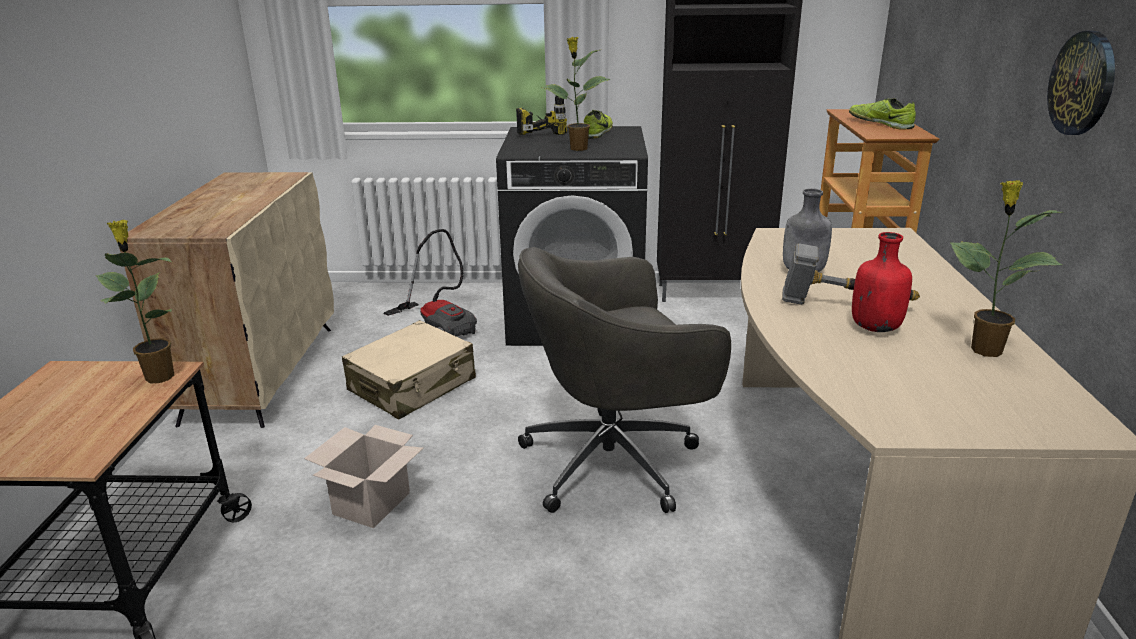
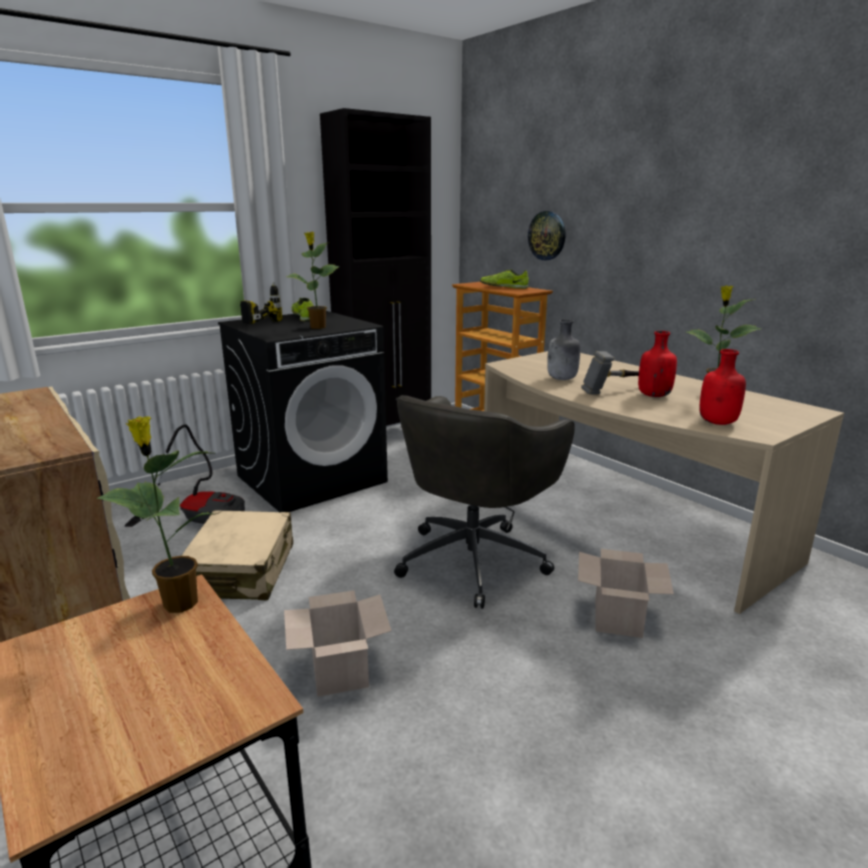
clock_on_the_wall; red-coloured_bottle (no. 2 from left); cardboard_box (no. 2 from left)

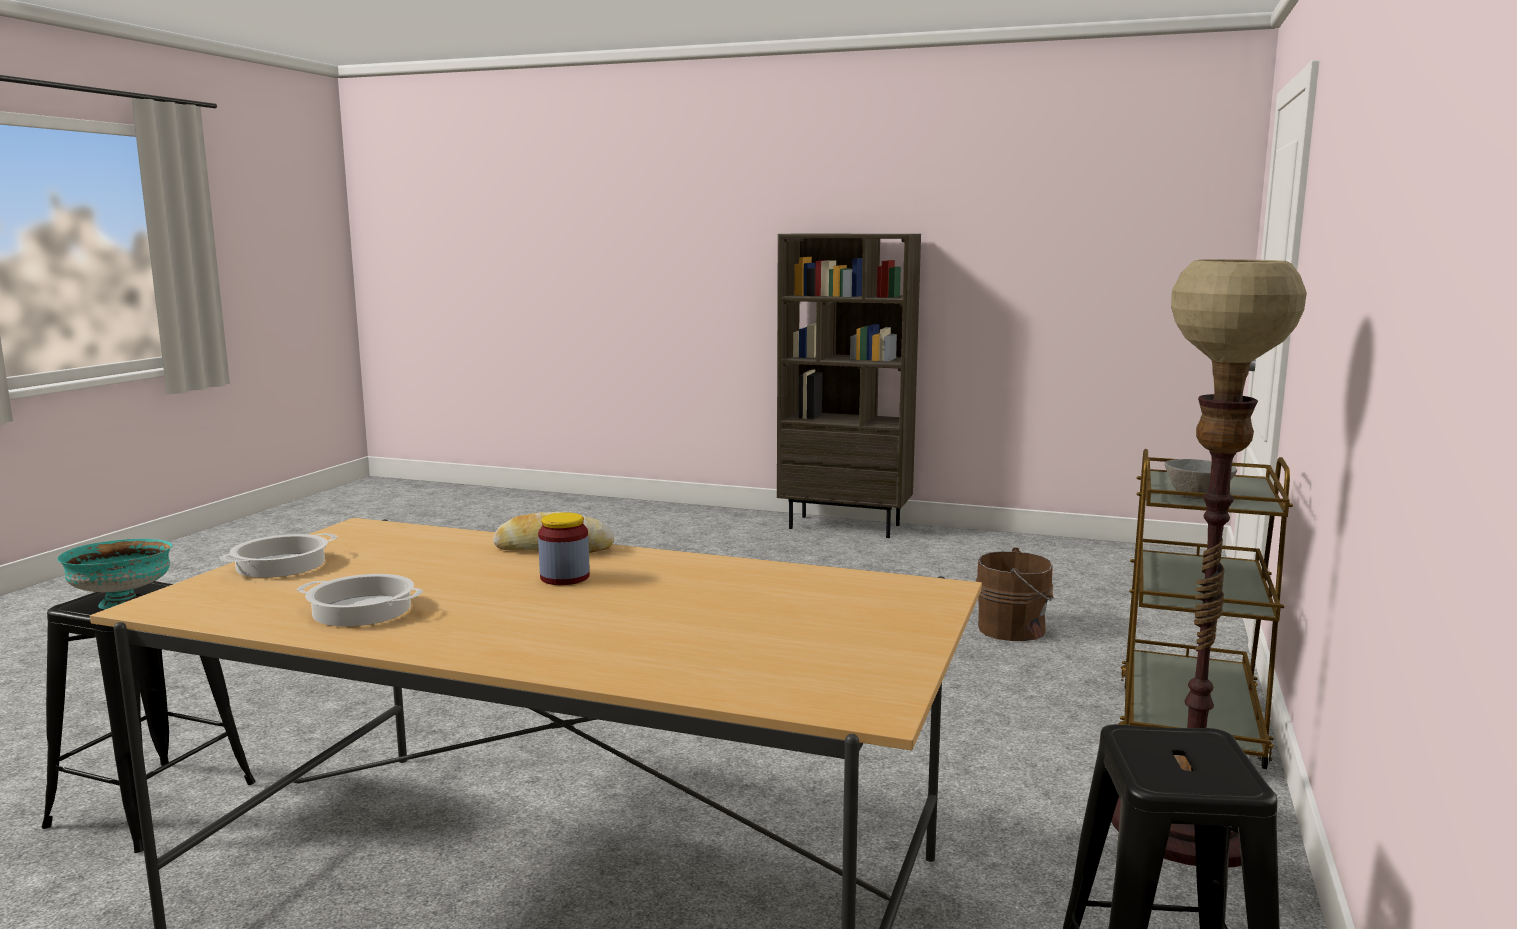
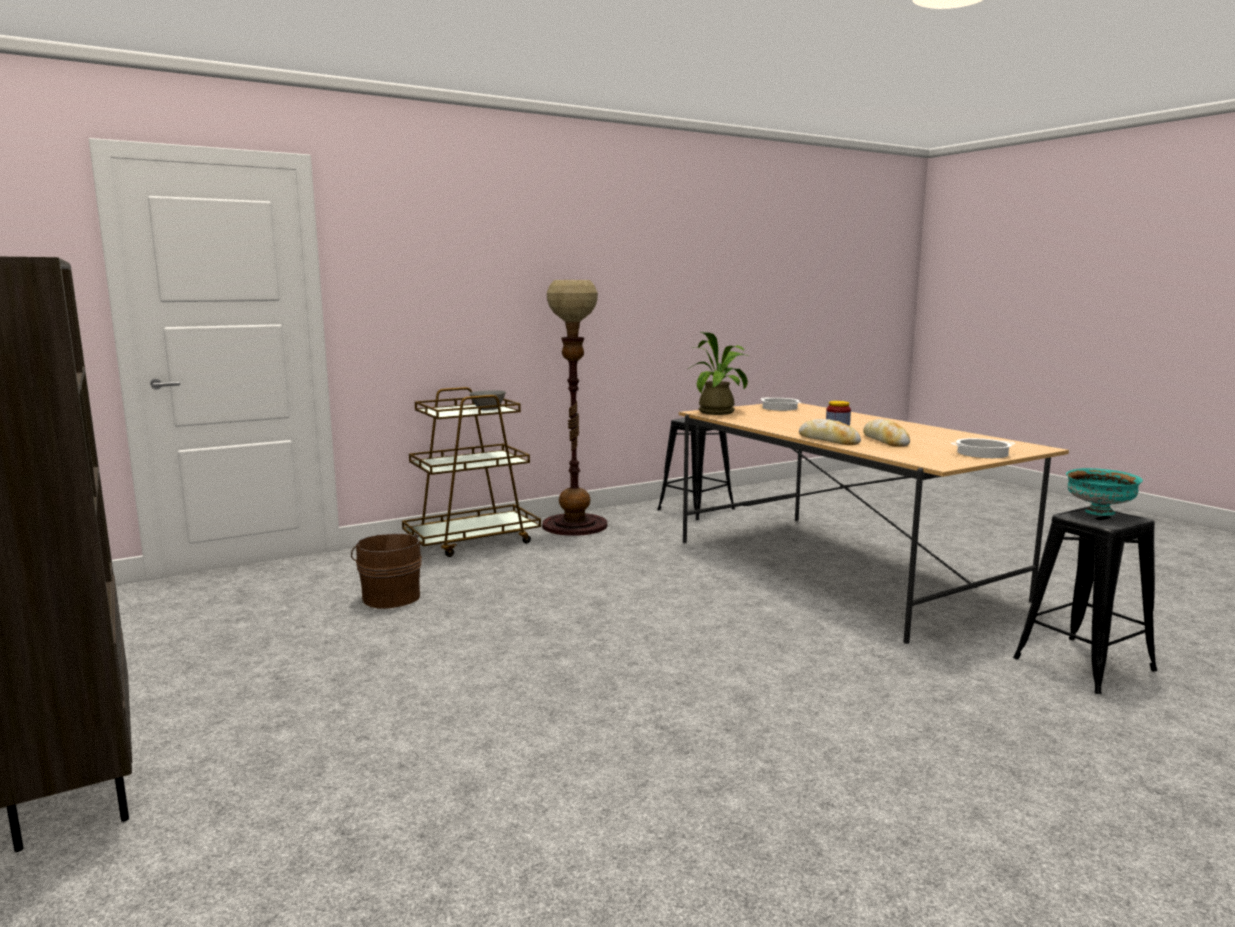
stockpot (no. 1 from left); houseplant; bread (no. 2 from left)

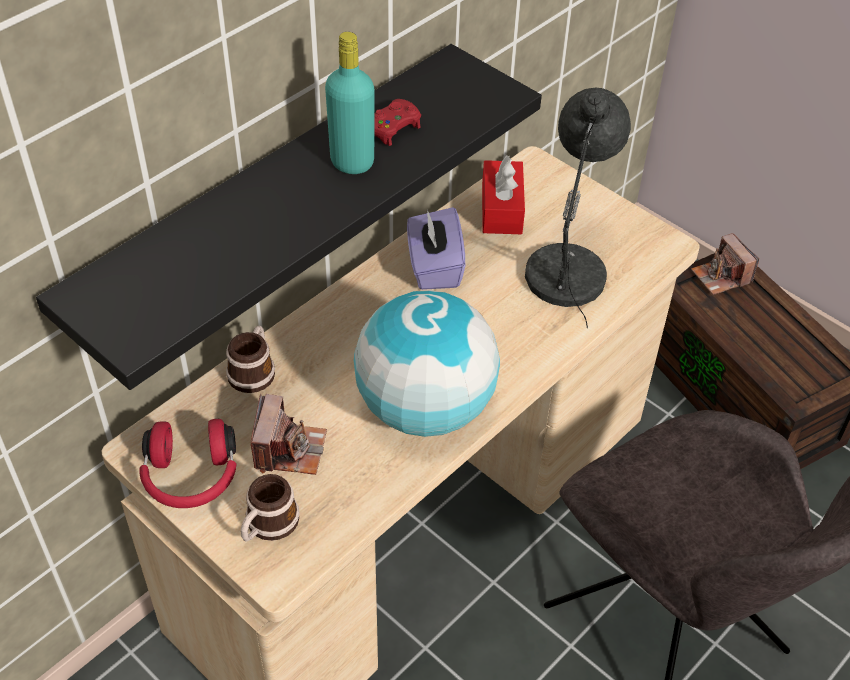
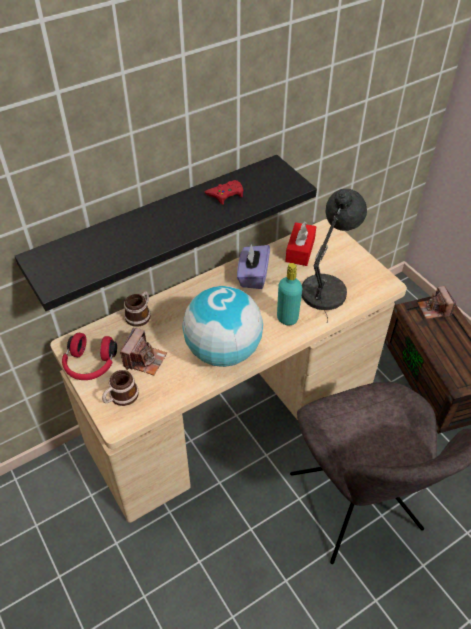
turquoise-coloured_bottle

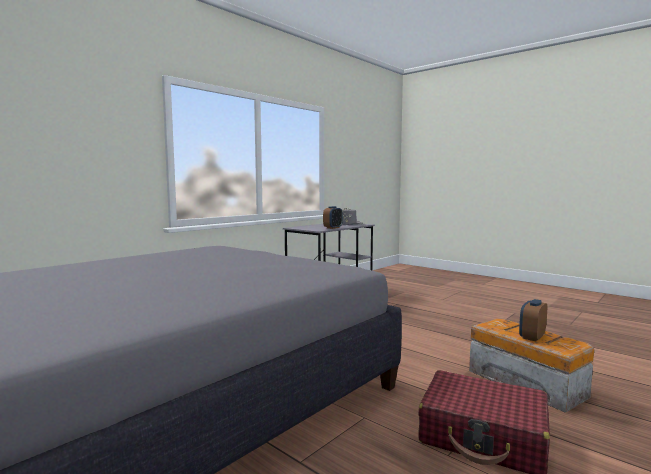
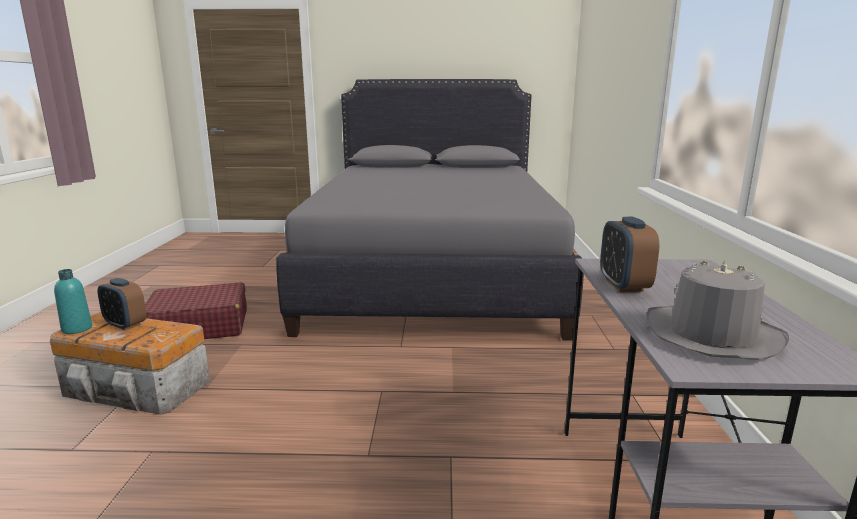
alarm_clock (no. 1 from left); turquoise-coloured_bottle

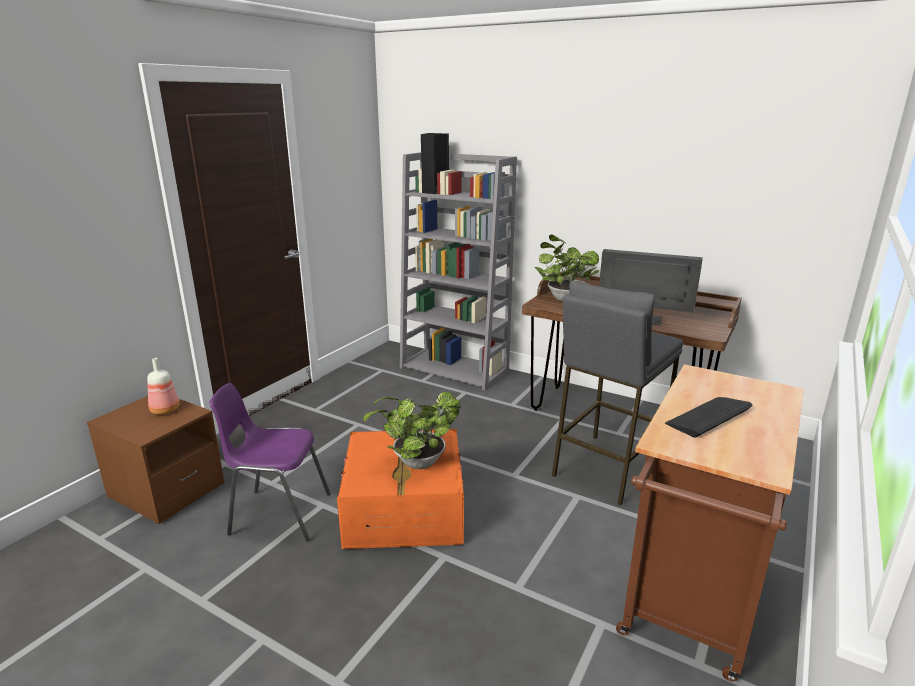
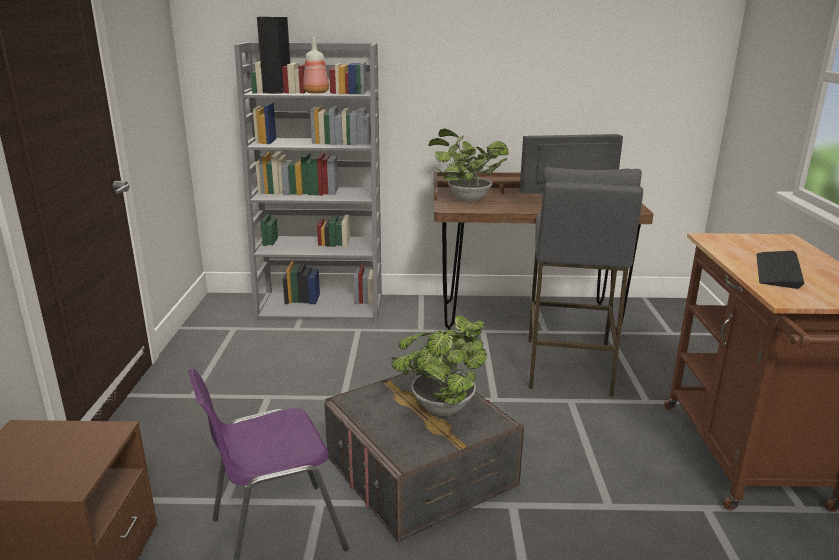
bottle; grey_storage_box

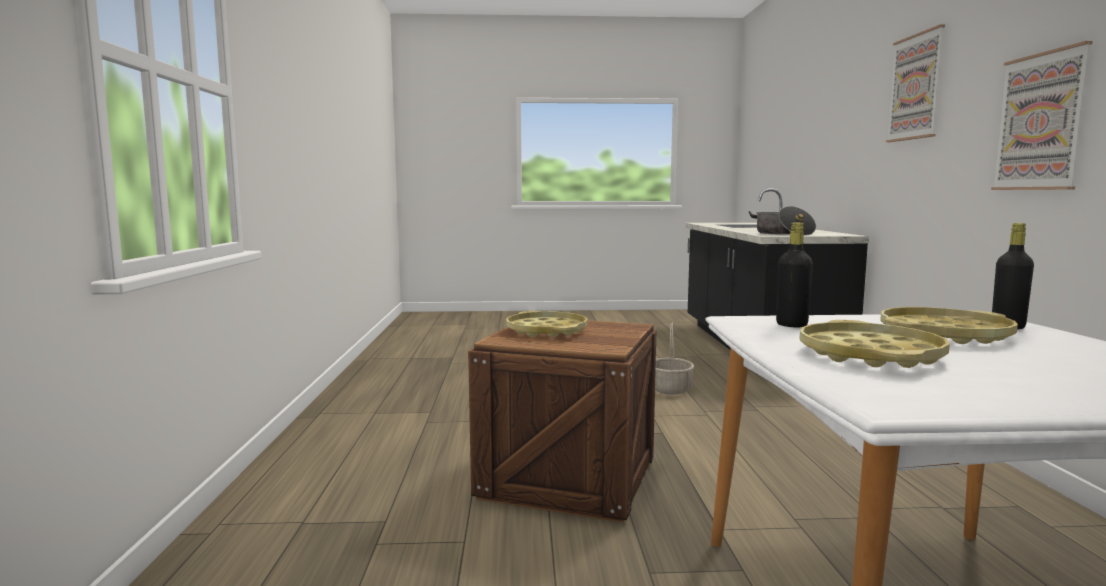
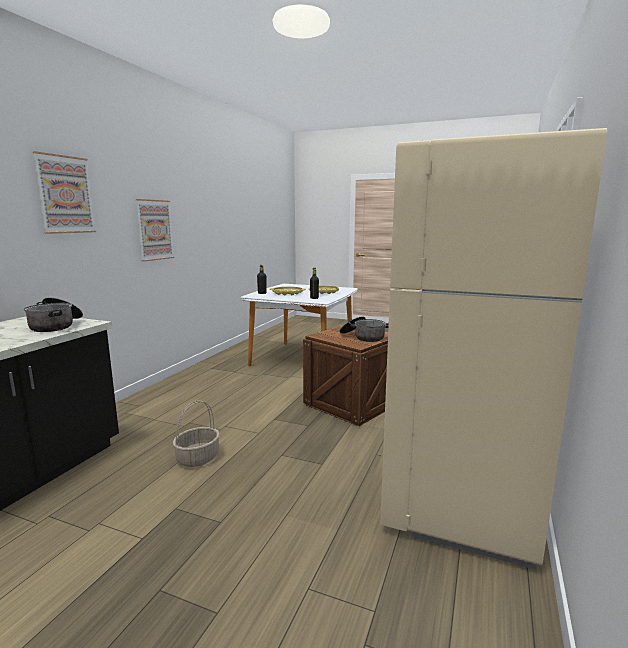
stockpot (no. 2 from left); sand-coloured_fridge

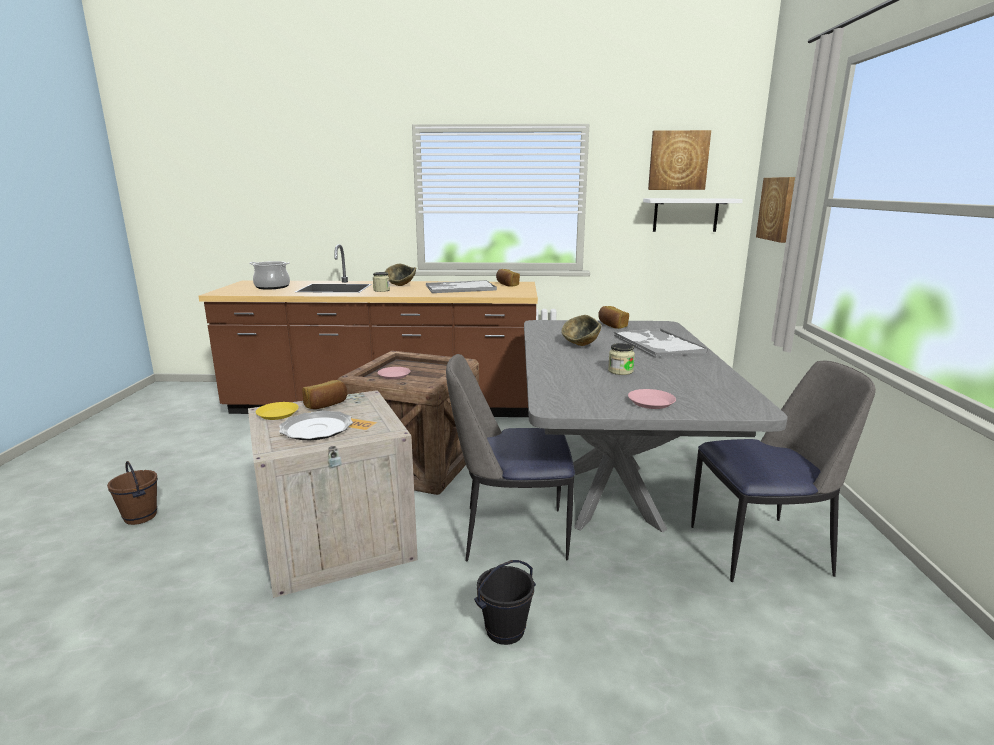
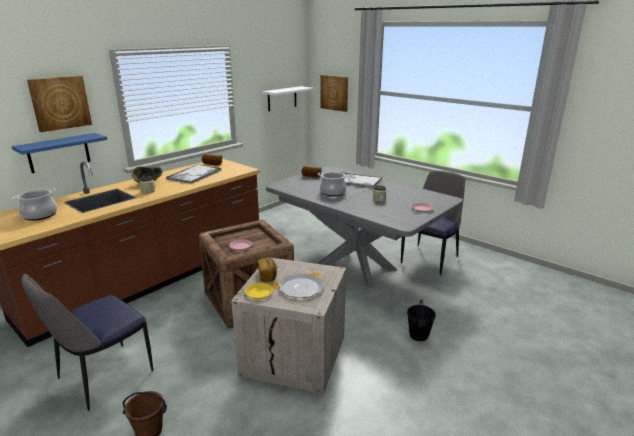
wall_art (no. 1 from left); stockpot (no. 2 from left); upright_chair (no. 1 from left); blue-coloured_shelf

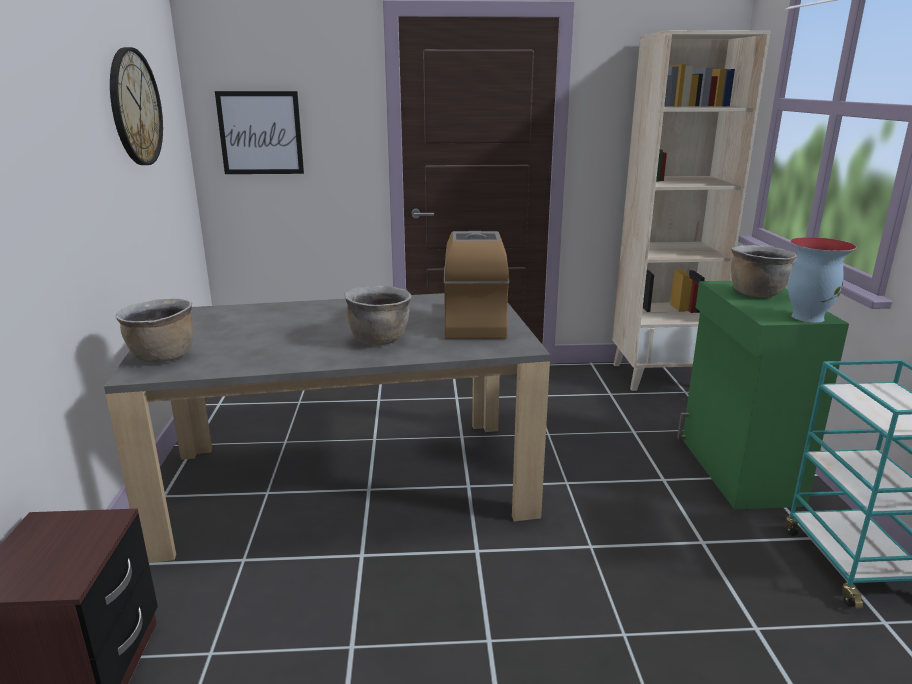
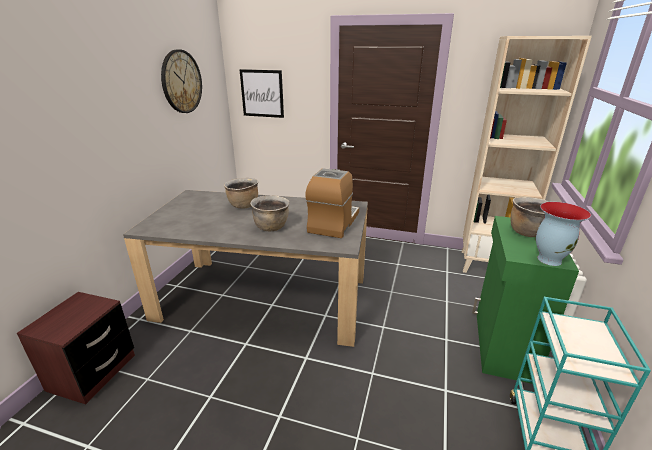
brown-coloured_stockpot (no. 1 from left)

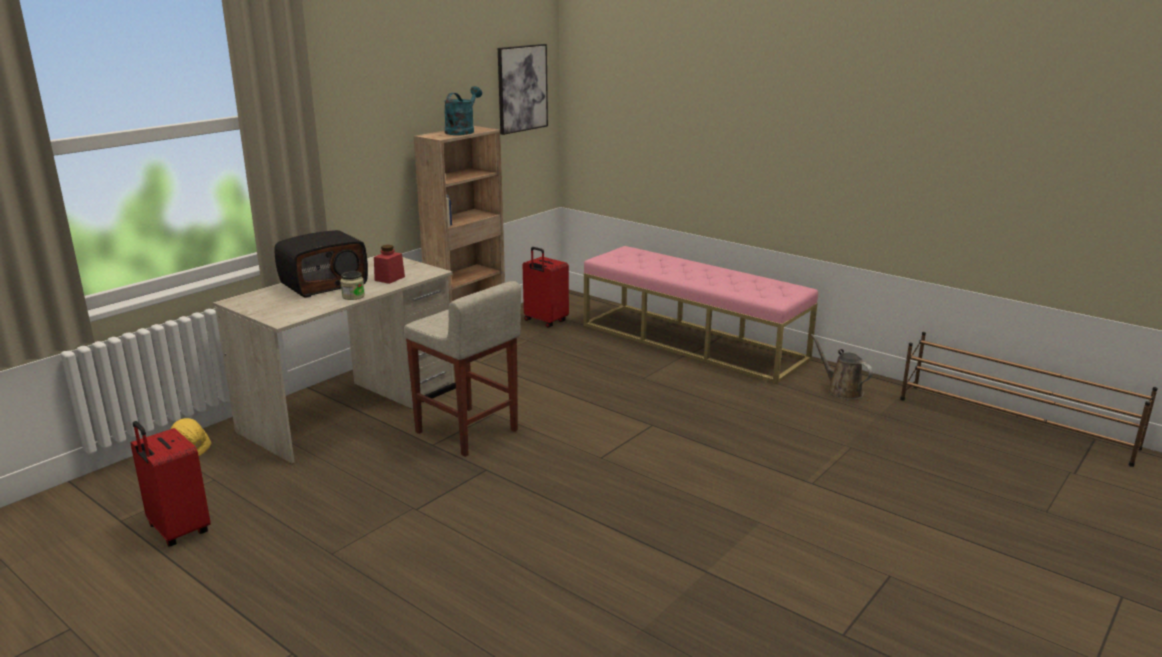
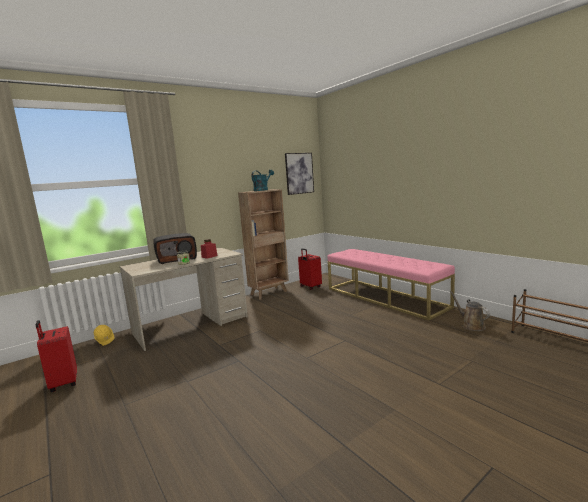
sand-coloured_stool

